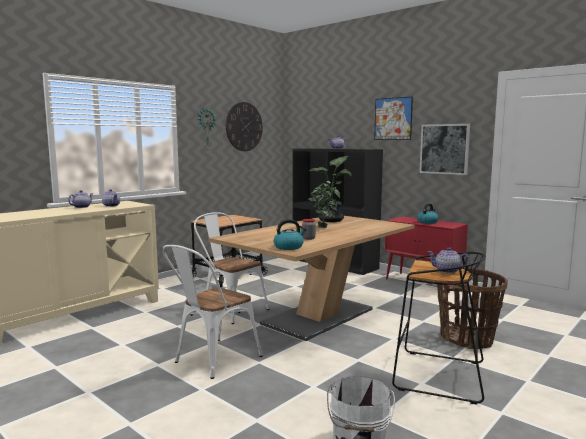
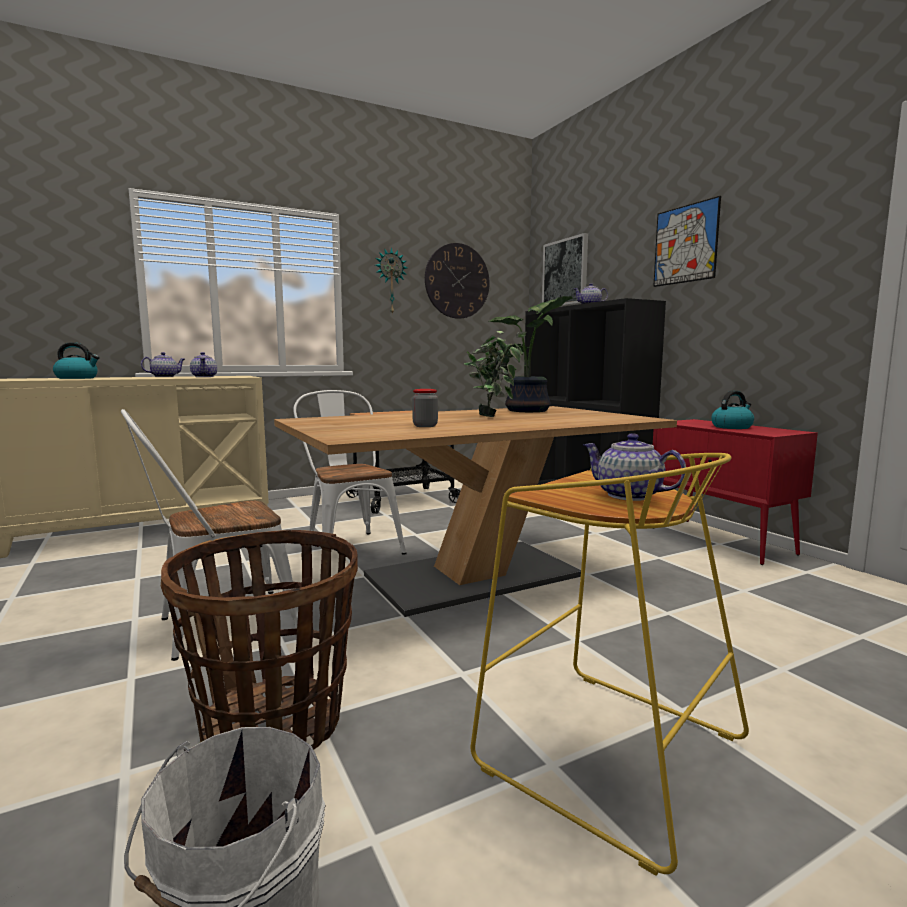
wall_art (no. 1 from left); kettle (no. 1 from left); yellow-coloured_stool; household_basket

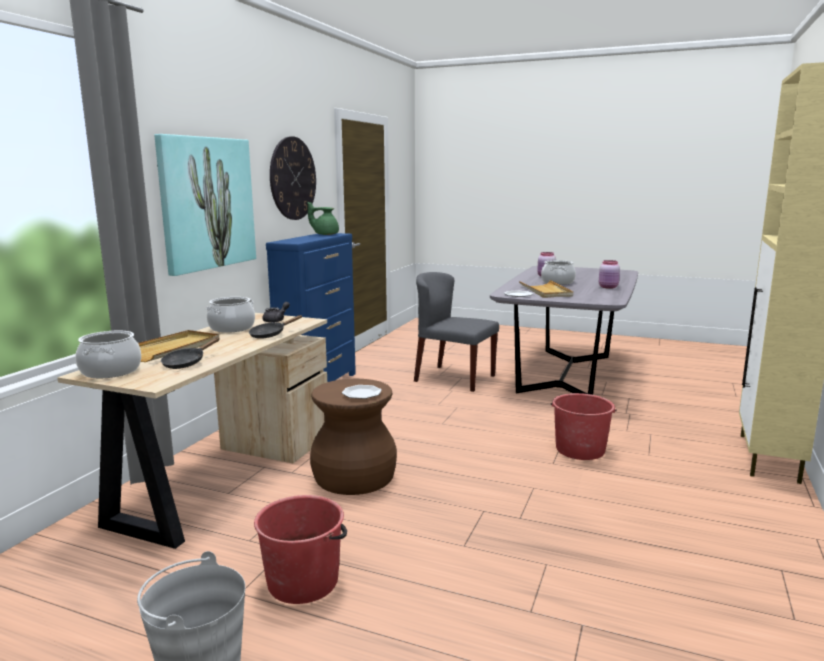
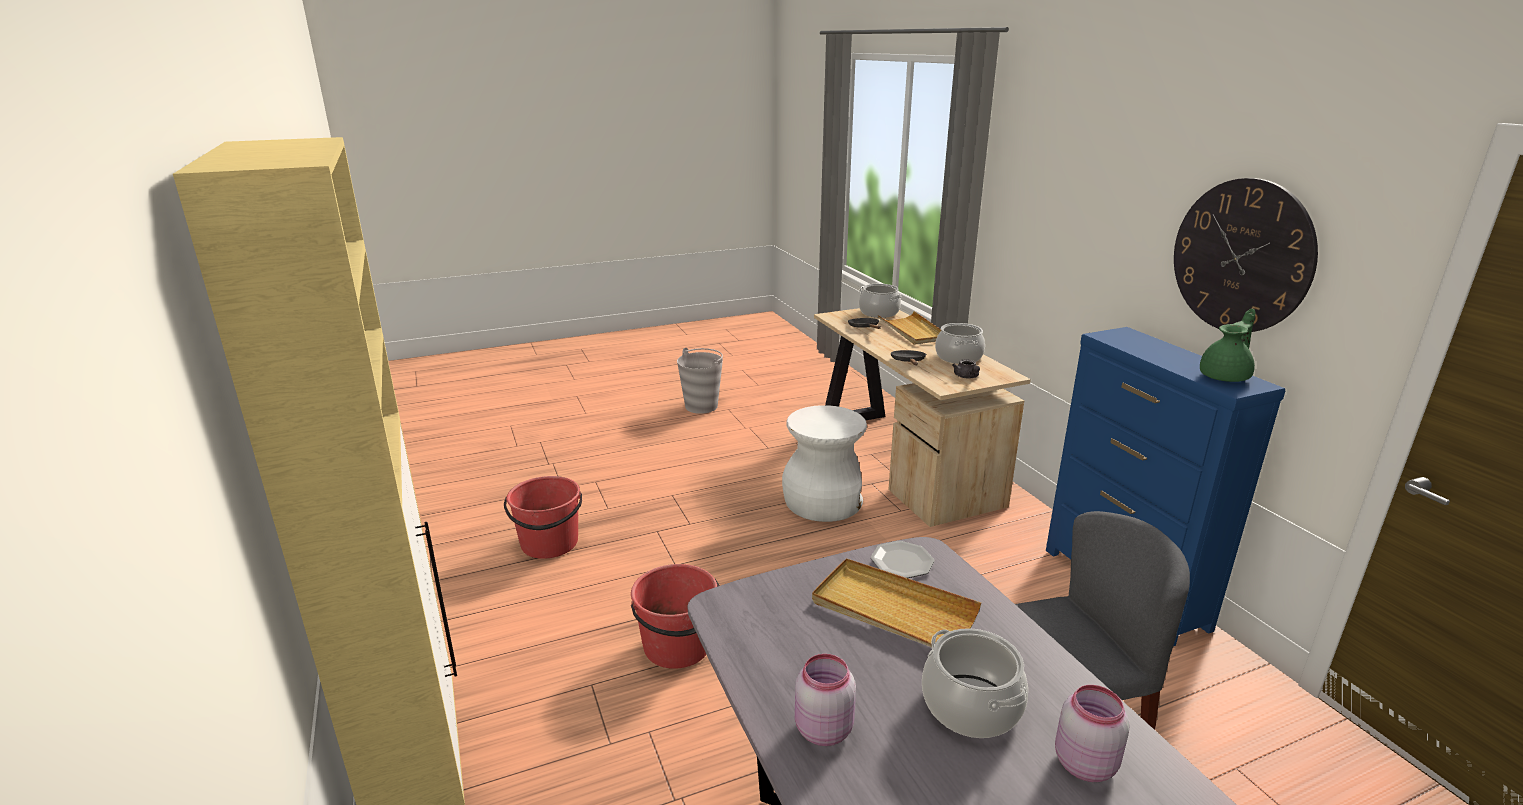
wall_art; white-coloured_stool; plate (no. 1 from left in the first image); red-coloured_bucket (no. 1 from left)

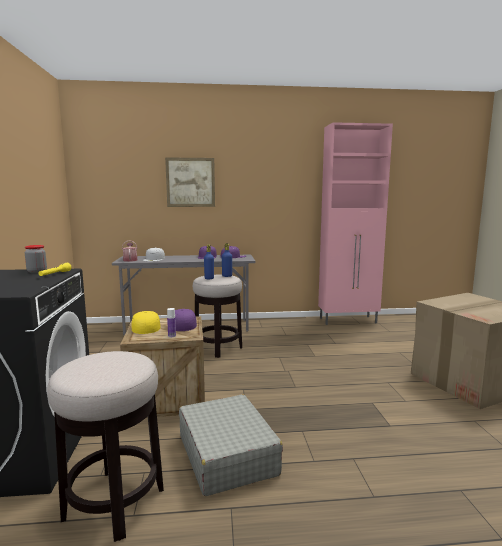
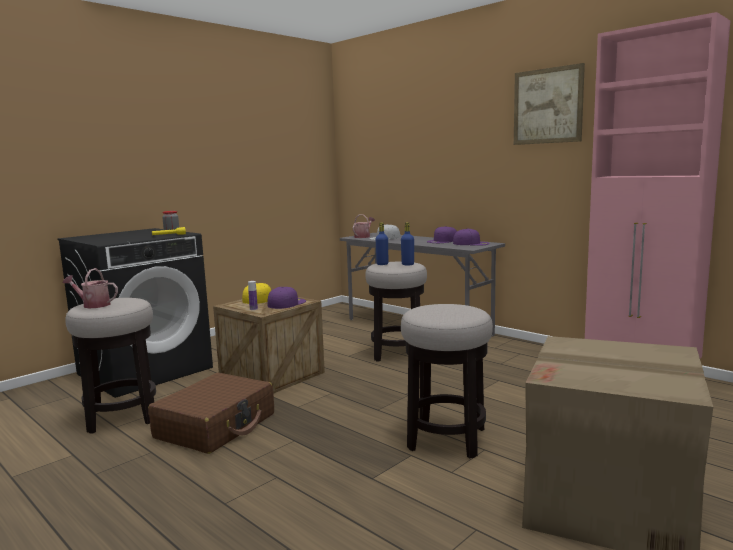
wall_art; brown-coloured_piece_of_luggage; watering_can (no. 1 from left); stool (no. 3 from left)

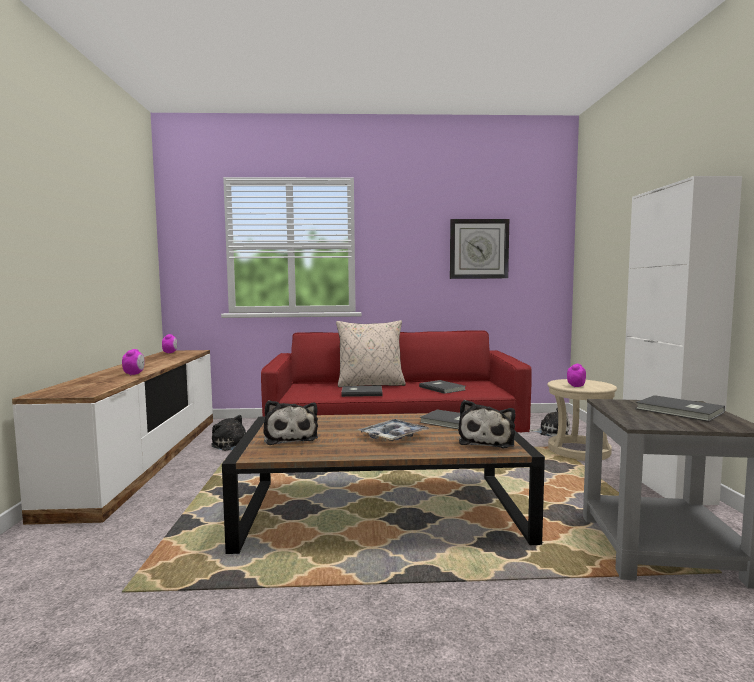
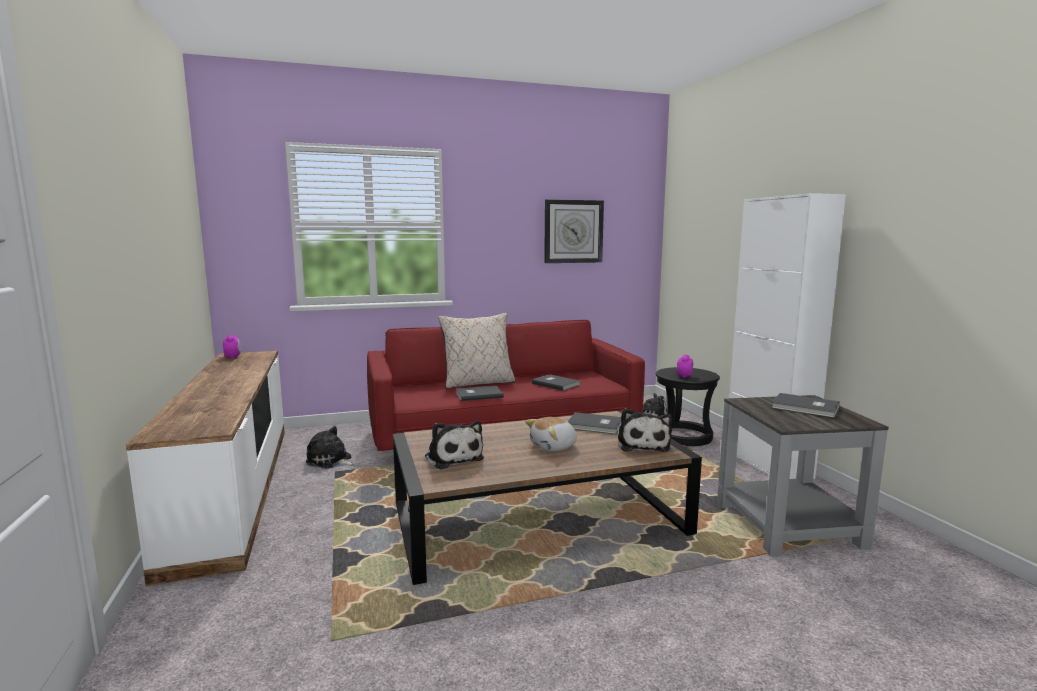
alarm_clock (no. 1 from left in the first image); black-coloured_stool; plush_toy (no. 3 from left)

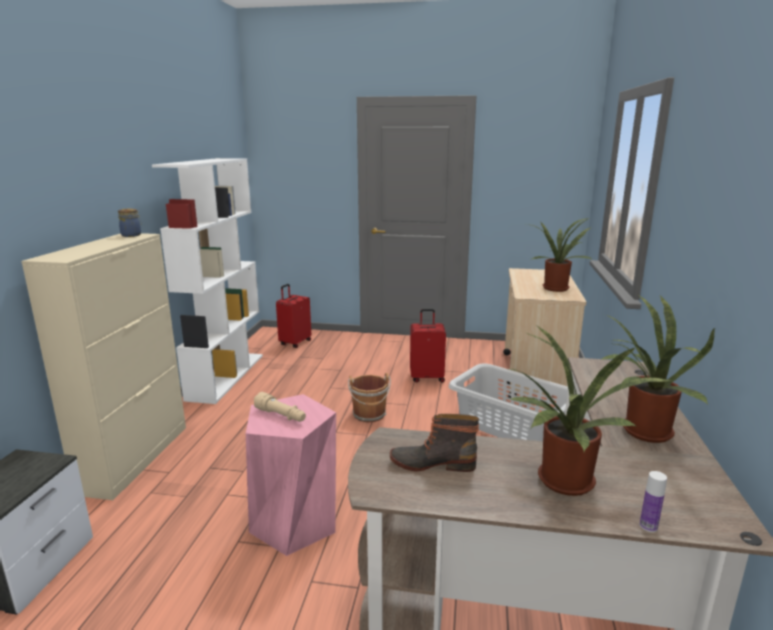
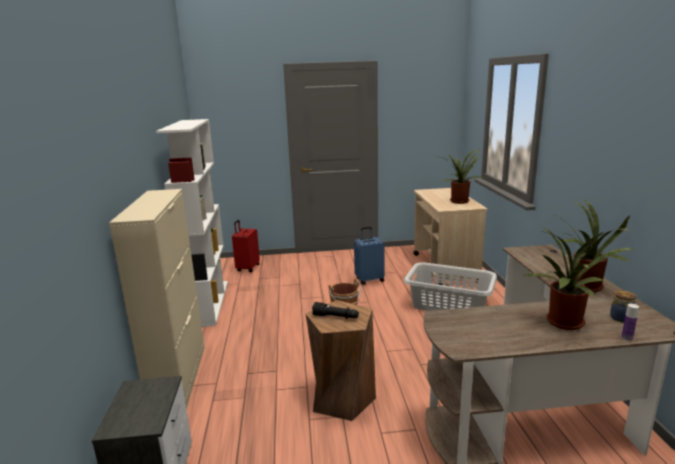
storage_jar; blue-coloured_piece_of_luggage; black-coloured_flashlight; brown-coloured_stool; high-top_boot

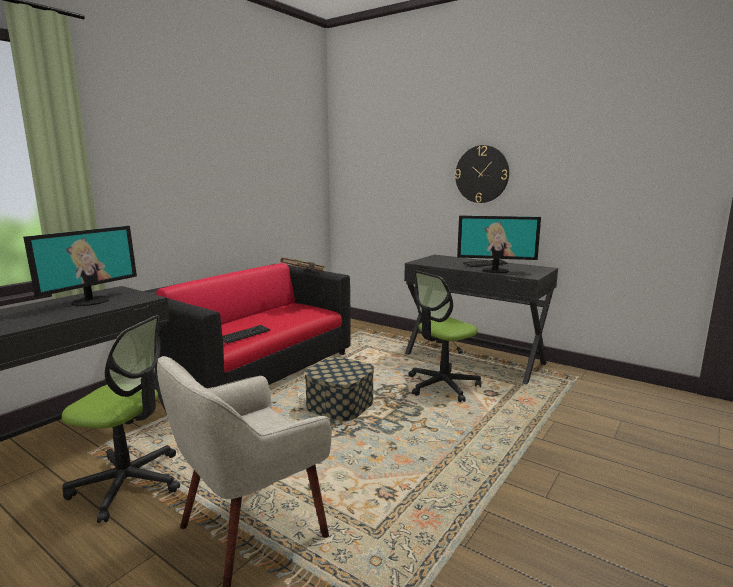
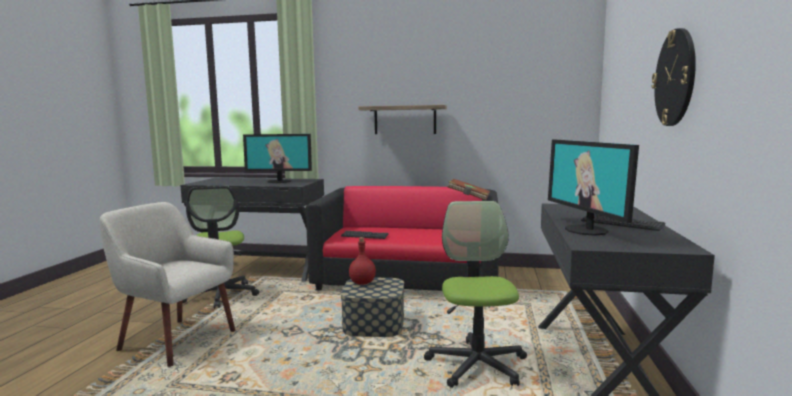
computer_chair (no. 2 from left); shelf; red-coloured_bottle

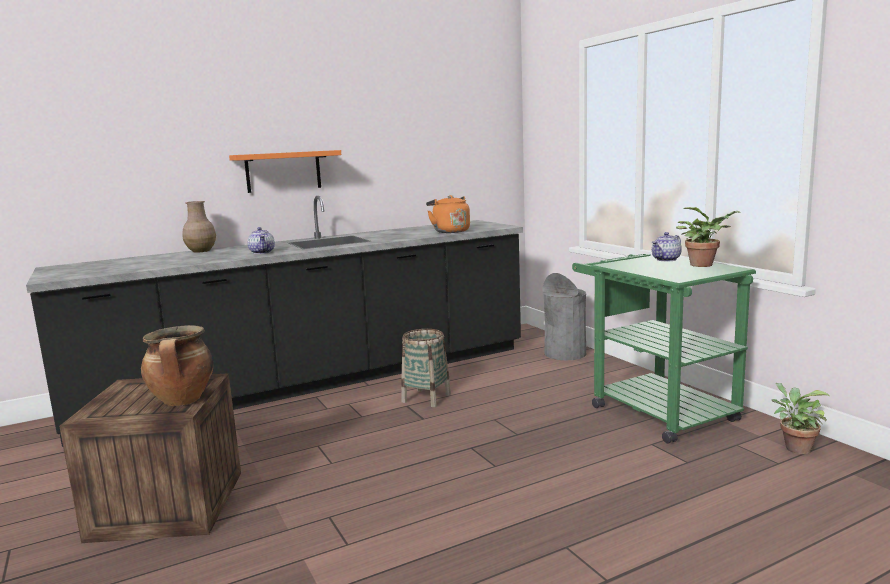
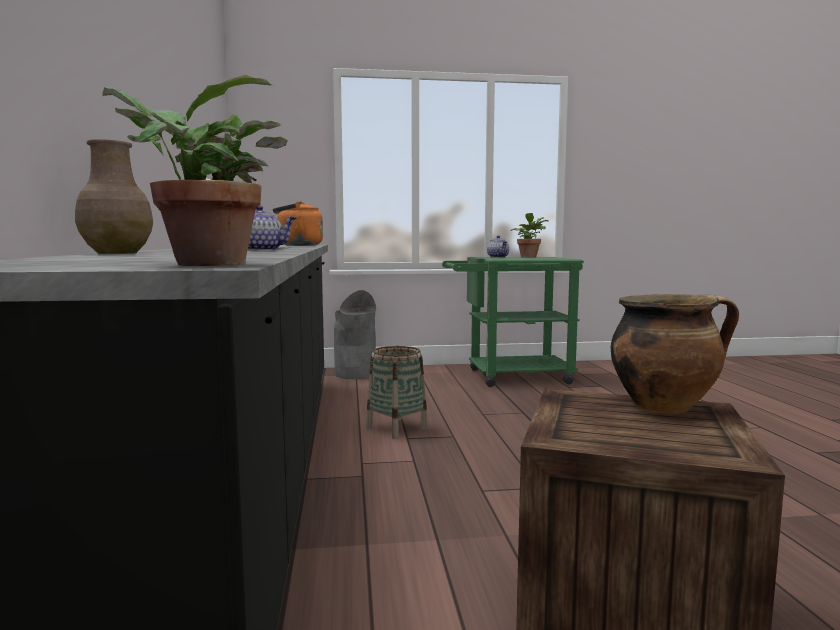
orange-coloured_shelf; houseplant (no. 1 from left)

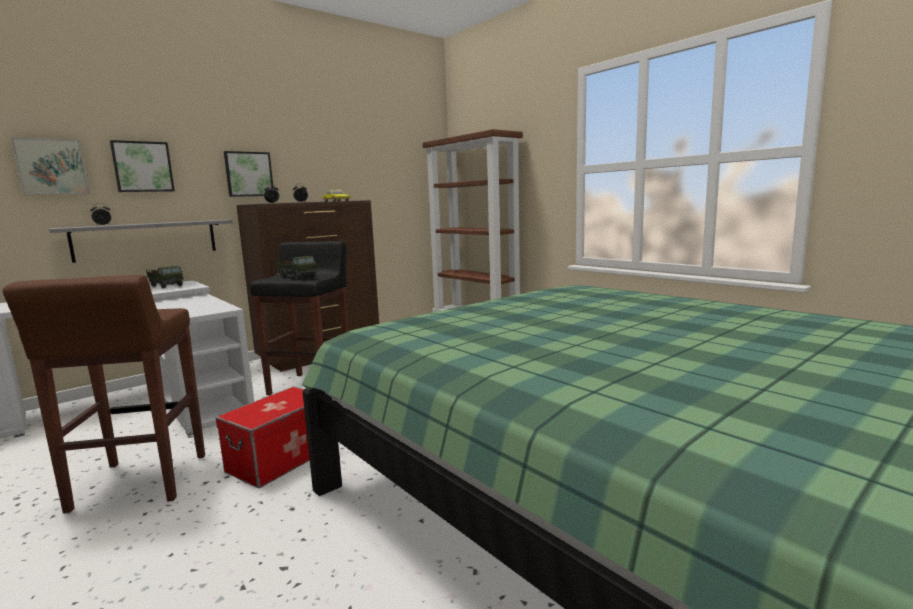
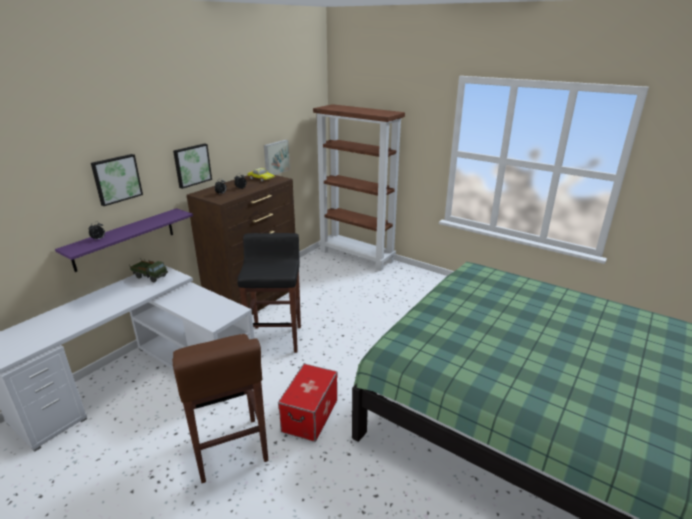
wall_art (no. 3 from left); purple-coloured_shelf; model_truck (no. 2 from left in the first image)

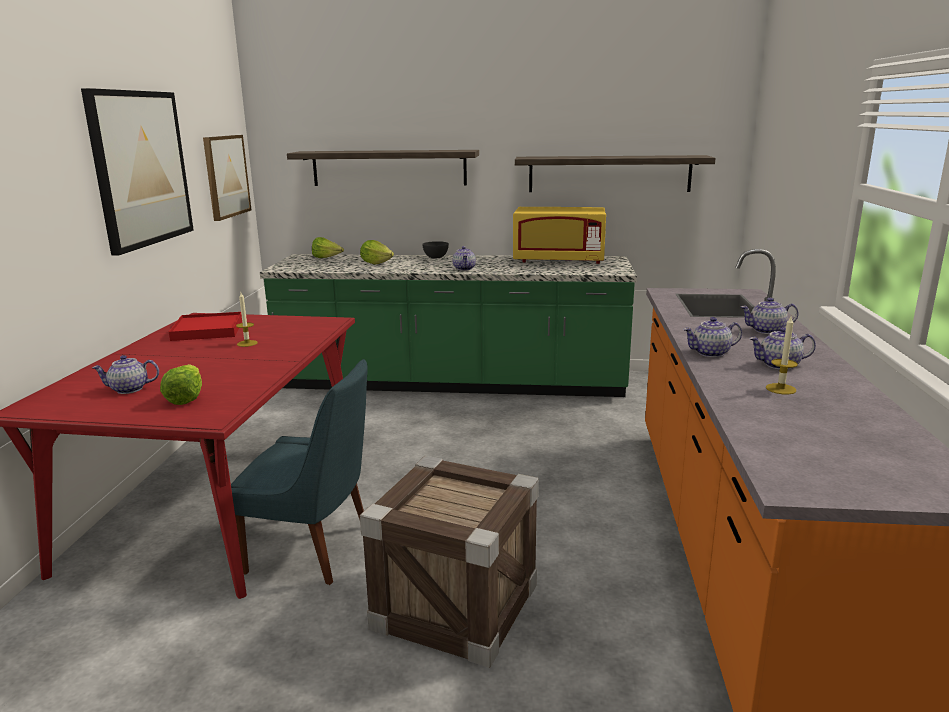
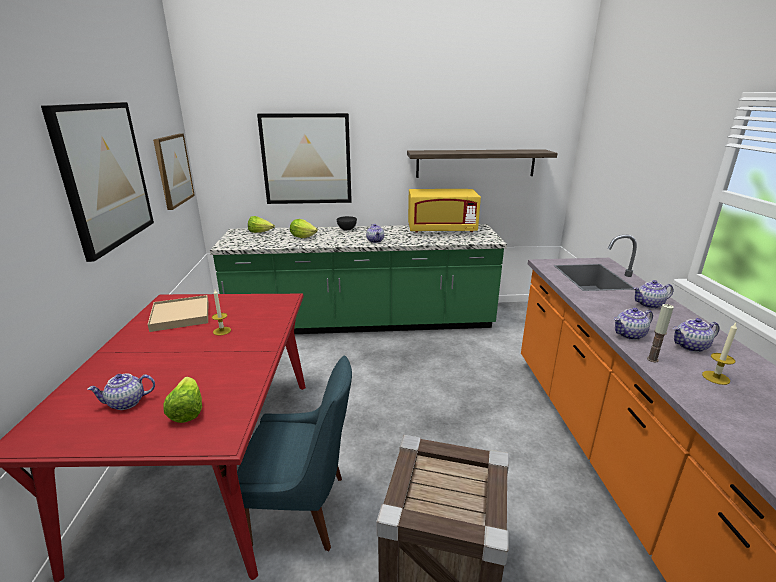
wall_art (no. 3 from left); sand-coloured_serving_tray; wax_candle (no. 2 from left)

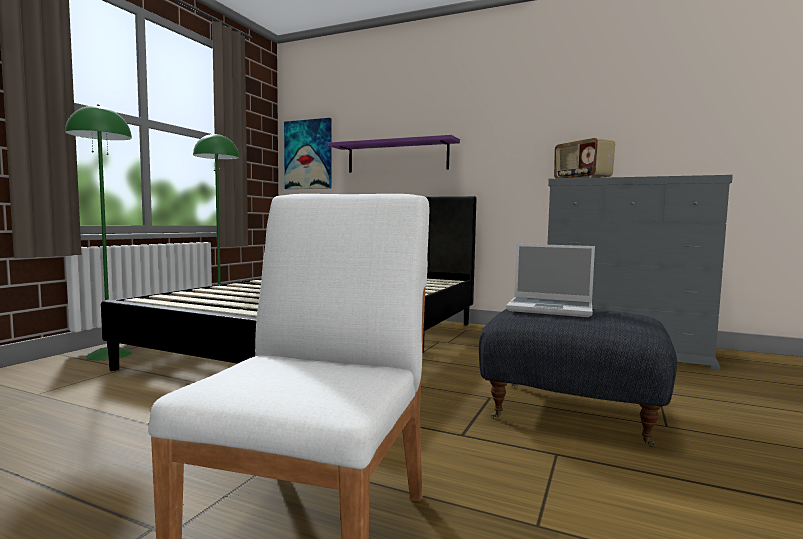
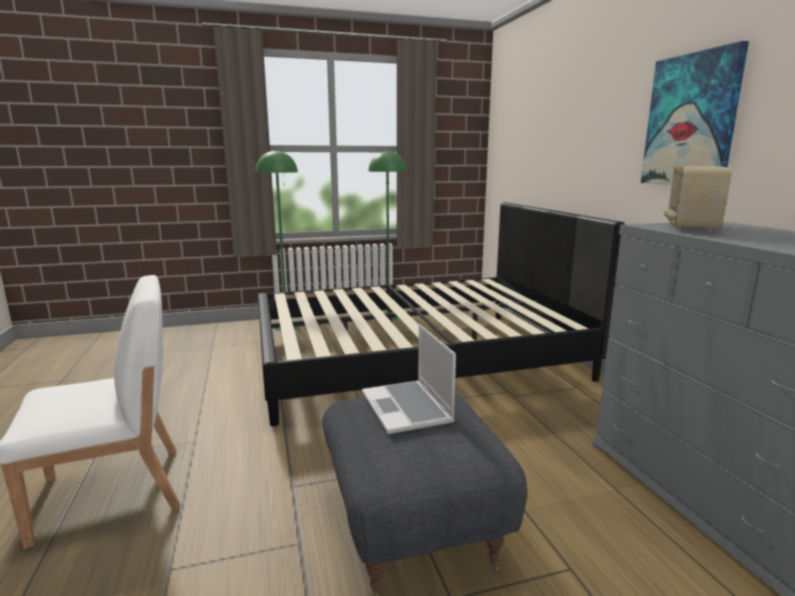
wall_art; purple-coloured_shelf

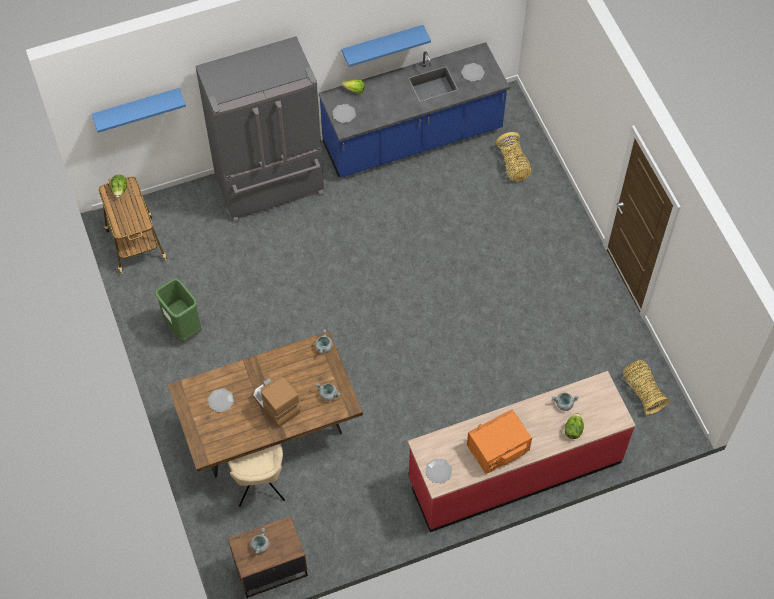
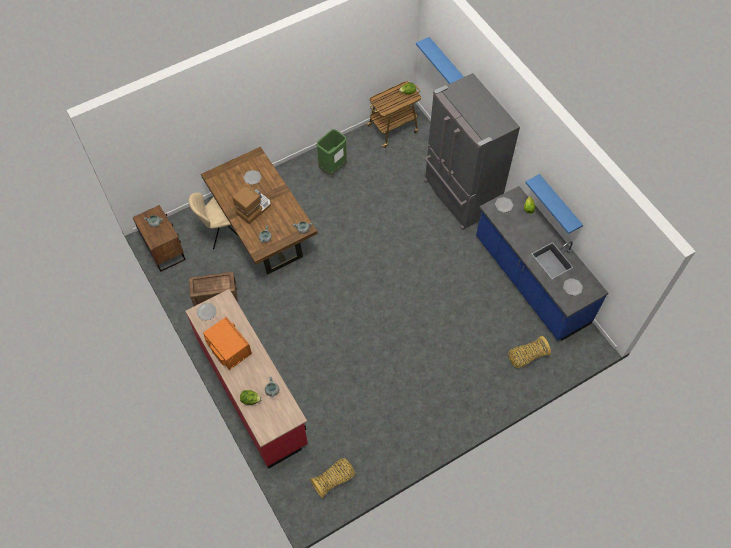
shipping_crate

